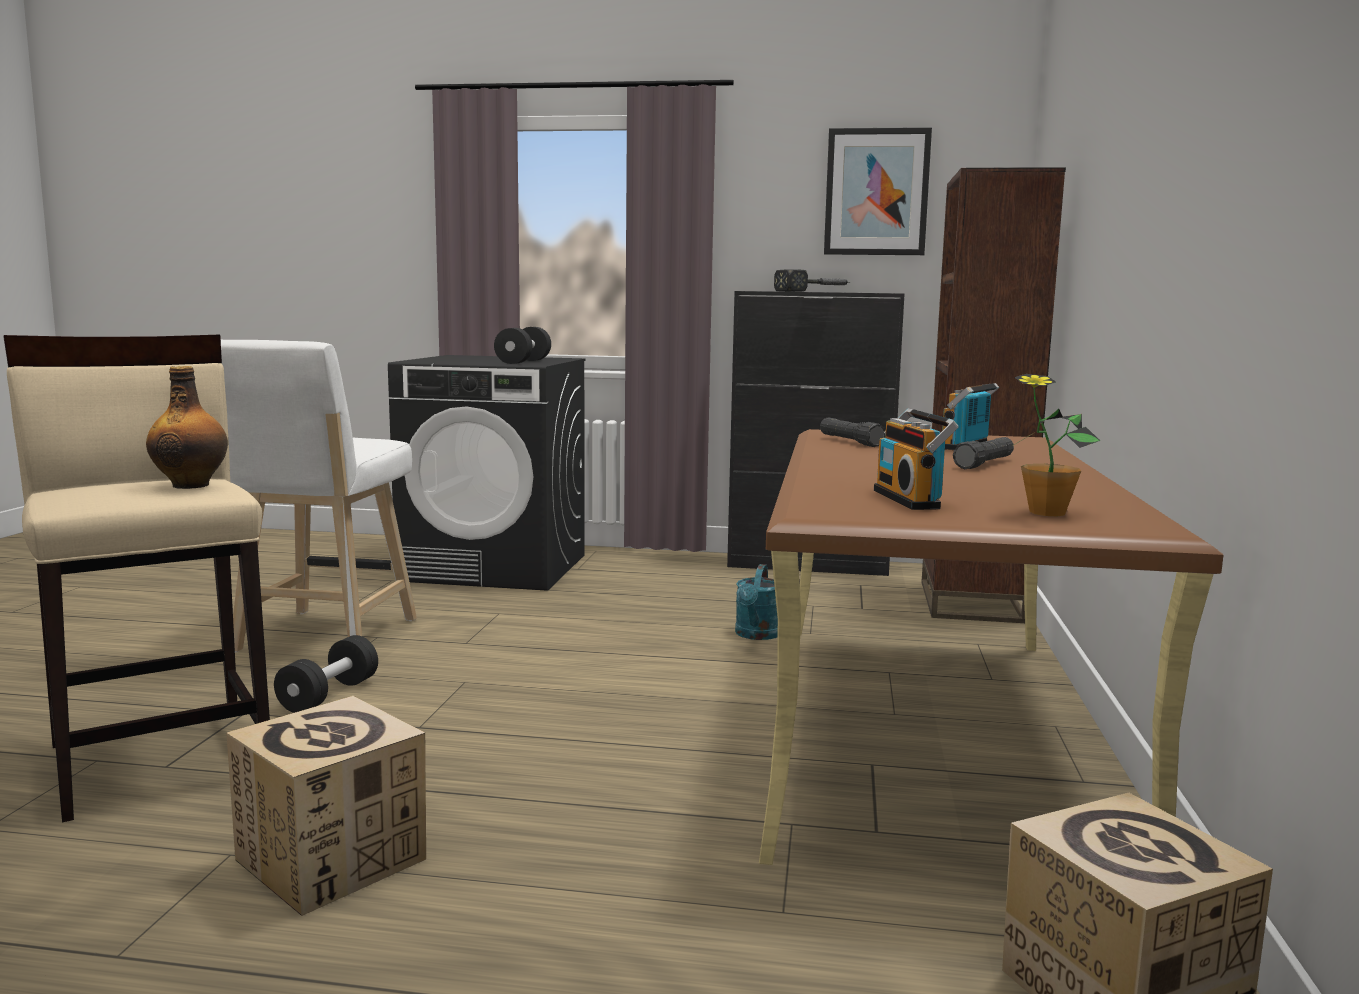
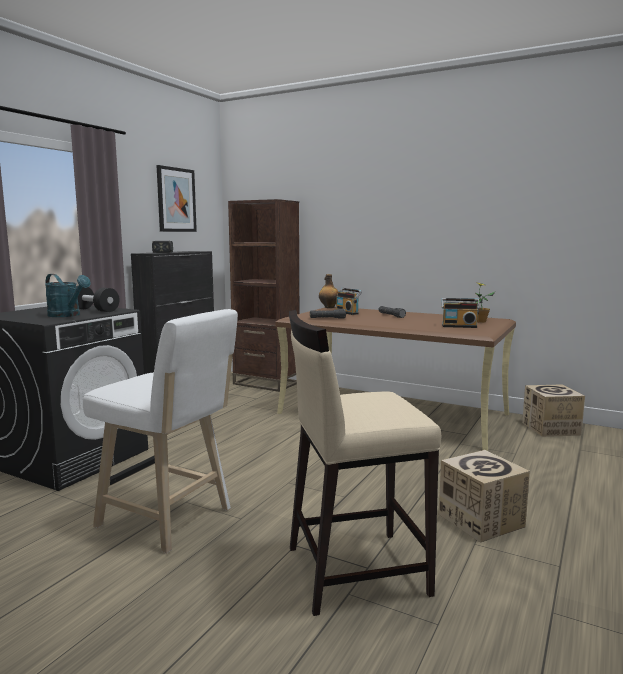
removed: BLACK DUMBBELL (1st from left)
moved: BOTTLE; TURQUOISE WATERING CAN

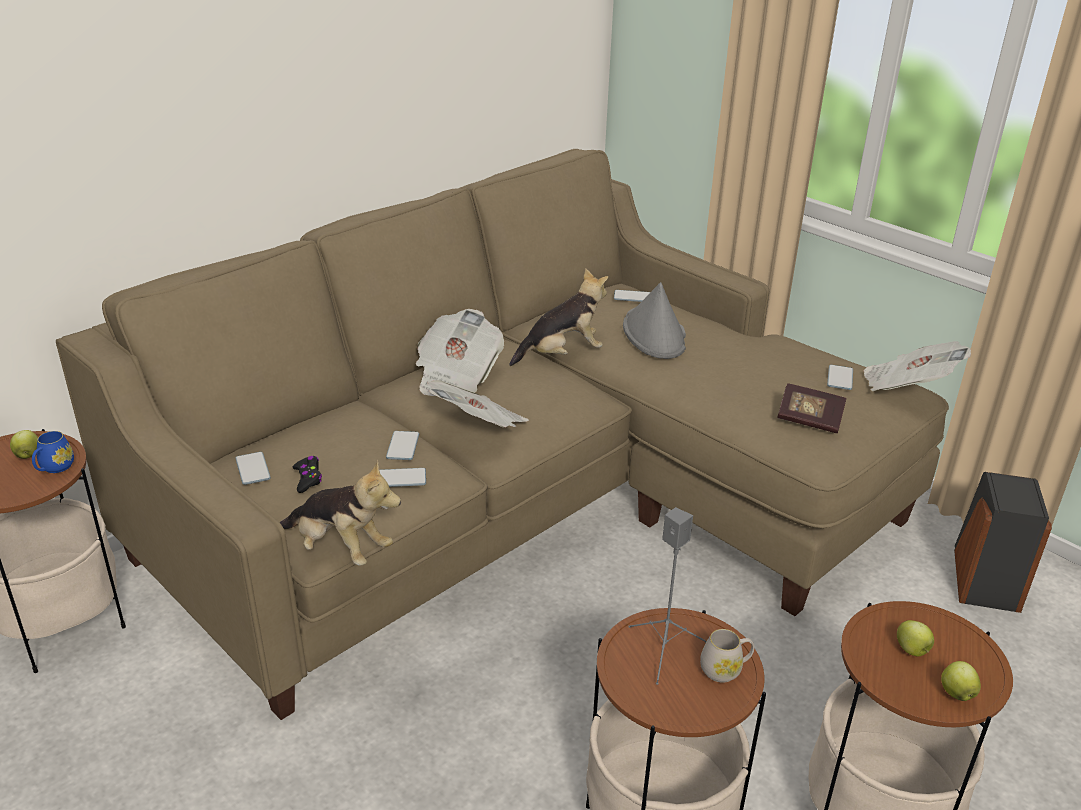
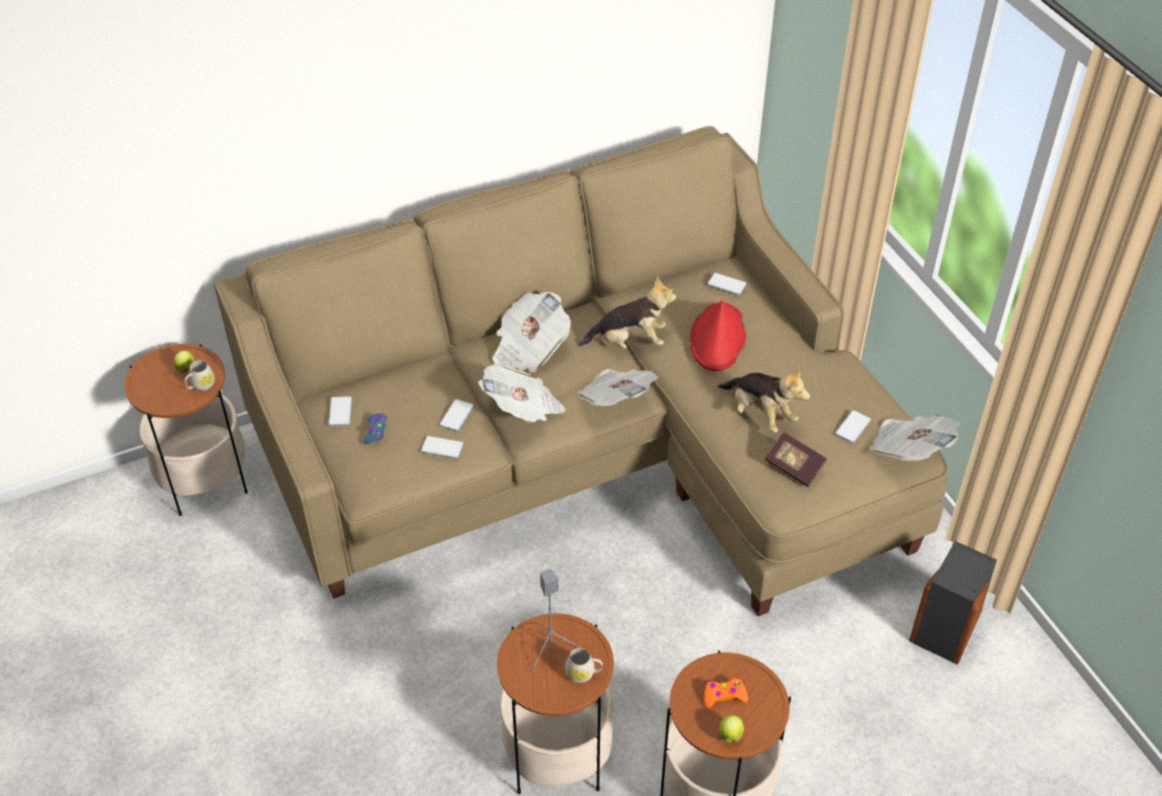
added: NEWSPAPER (3rd from left)
moved: PLUSH TOY (1st from left in the first image) to PLUSH TOY (2nd from left)
replaced: APPLE (2nd from left) to ORANGE GAME CONTROLLER
recoloured: GREY HAT to RED HAT; BLUE MUG to WHITE MUG (1st from left); BLACK GAME CONTROLLER to BLUE GAME CONTROLLER

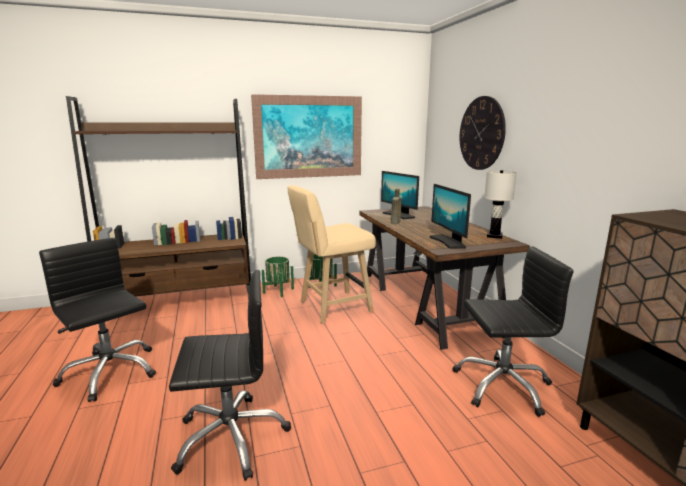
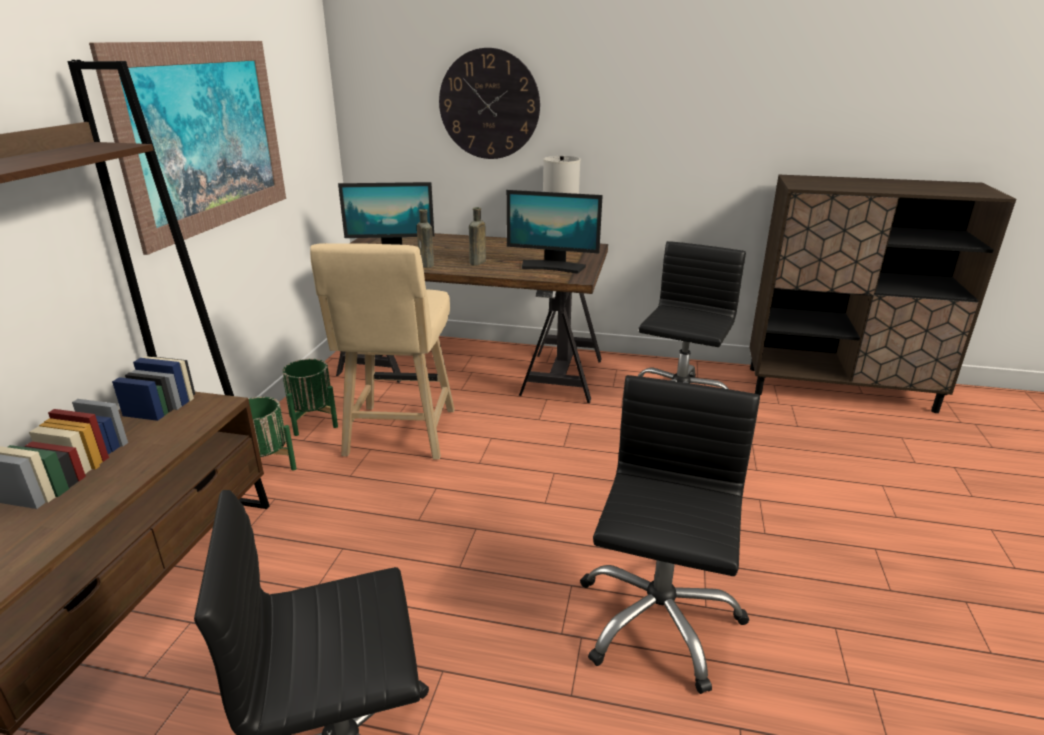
added: BROWN BOTTLE (2nd from left)

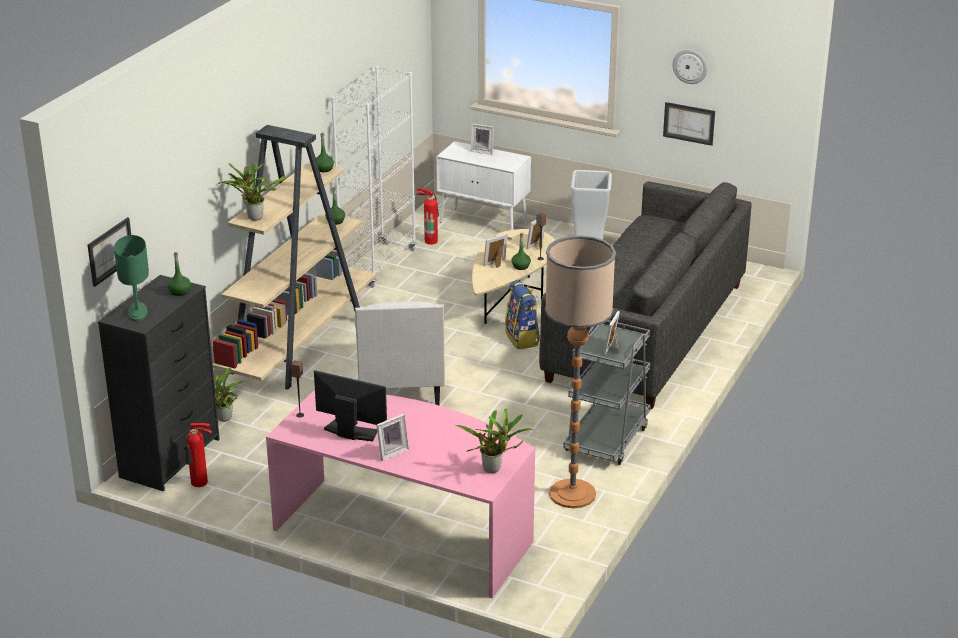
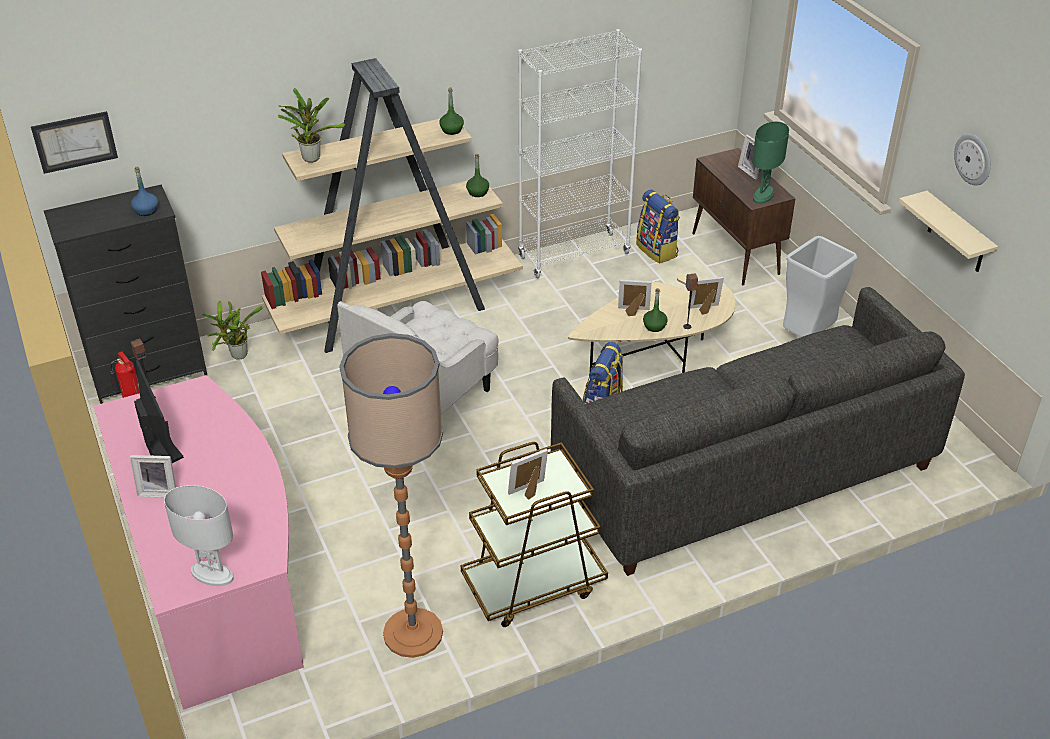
moved: GREEN TABLE LAMP
replaced: PICTURE (2nd from left) to BEIGE SHELF; FIRE EXTINGUISHER (2nd from left) to BACKPACK (2nd from left); POTTED PLANT (3rd from left) to WHITE TABLE LAMP
recoloured: WHITE CABINET to BROWN CABINET; GREEN BOTTLE (1st from left) to BLUE BOTTLE; GREY CART to BROWN CART

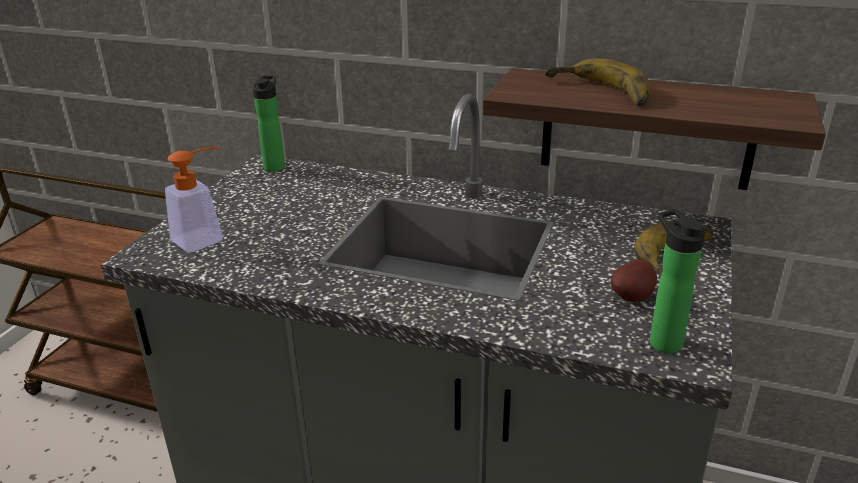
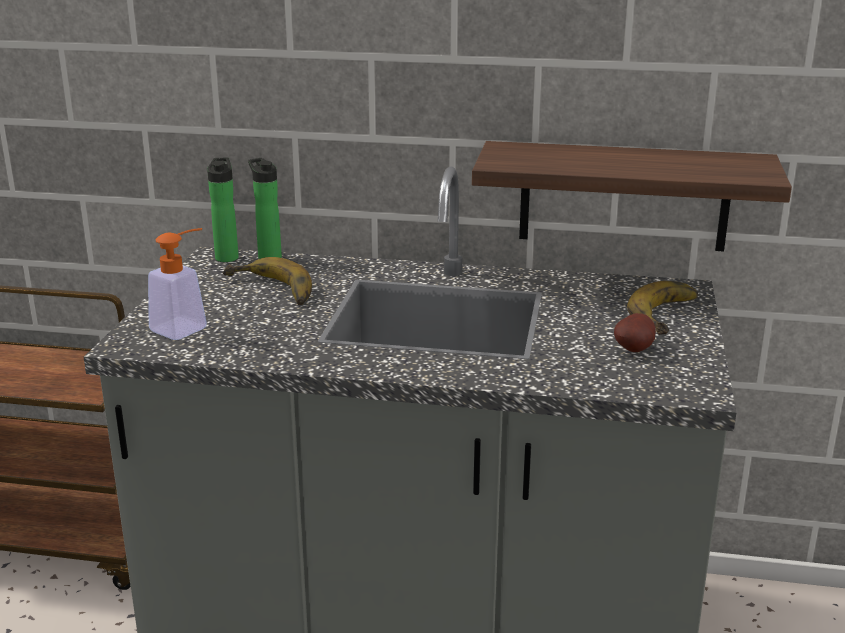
moved: BANANA (1st from left); BOTTLE (2nd from left)

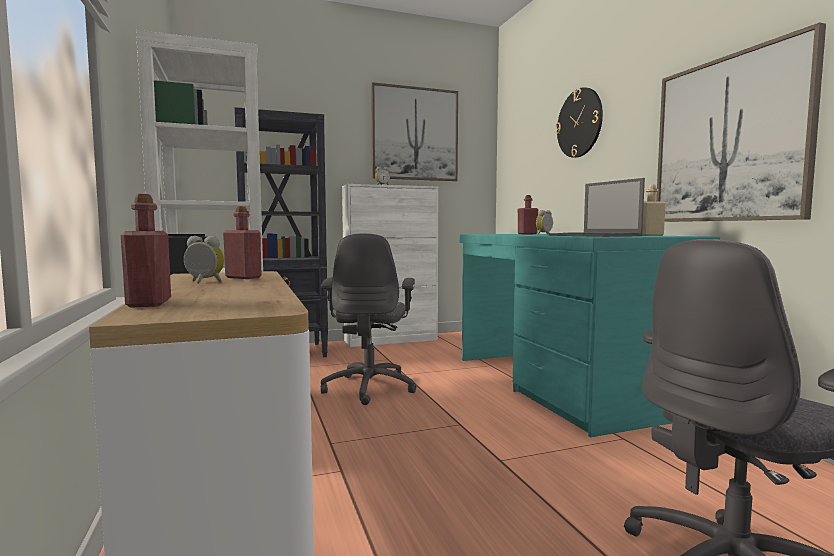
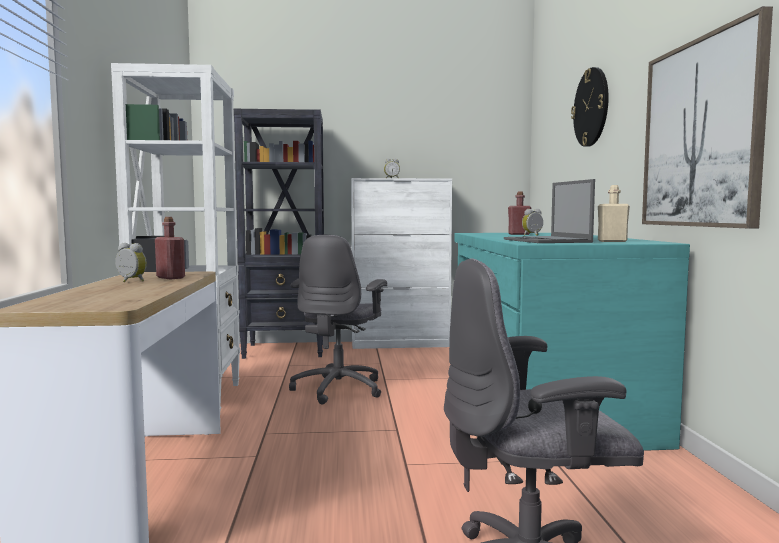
removed: PICTURE (1st from left); RED BOTTLE (1st from left)

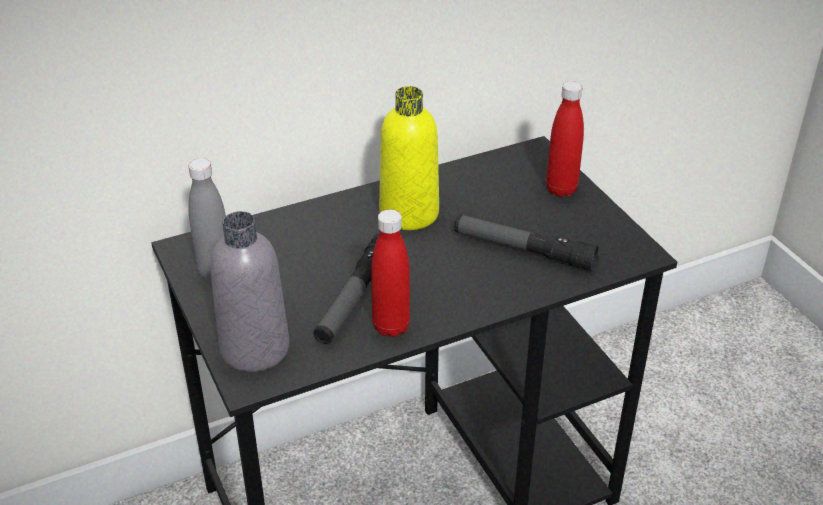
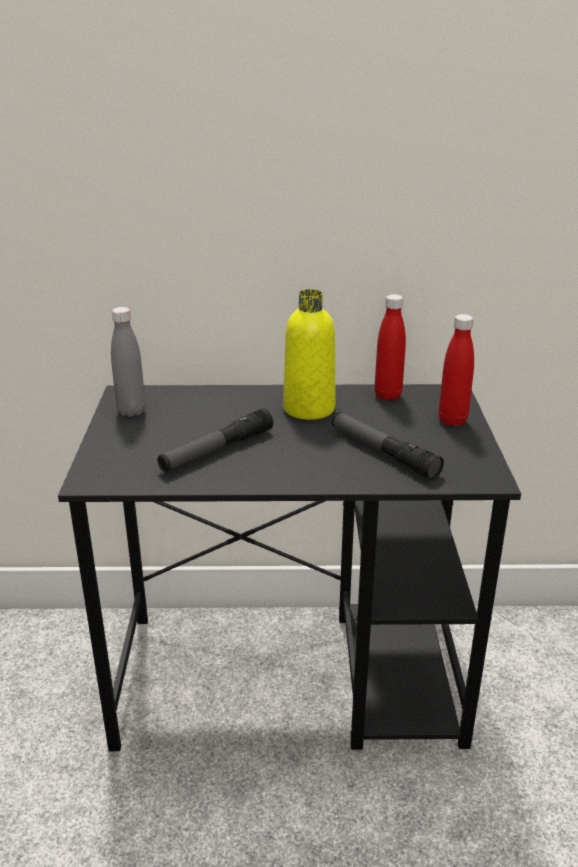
removed: GREY BOTTLE (2nd from left)
moved: RED BOTTLE (1st from left)

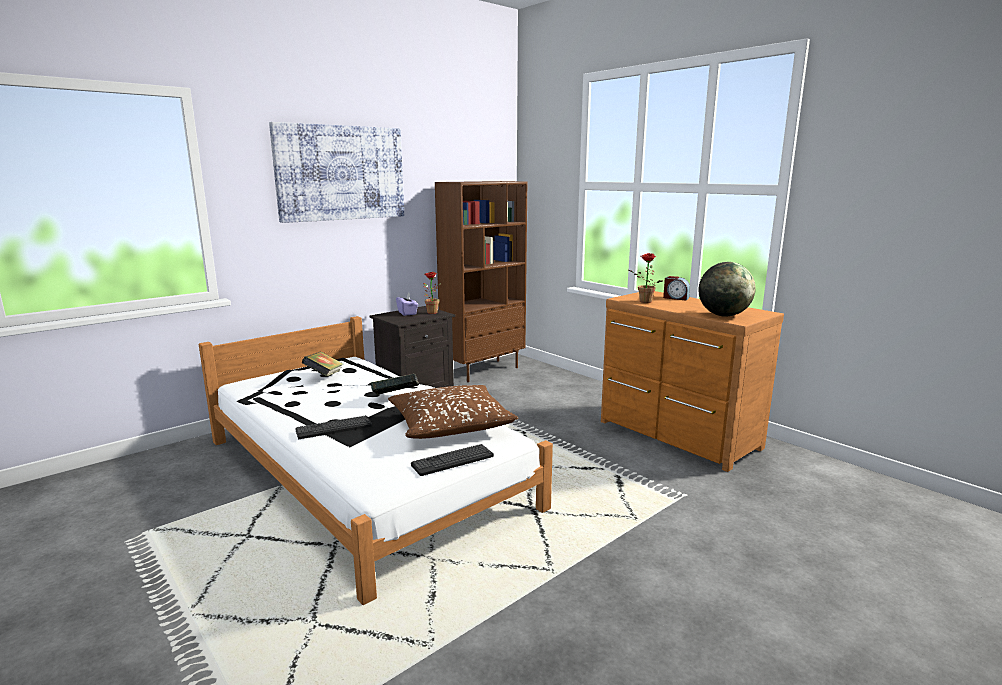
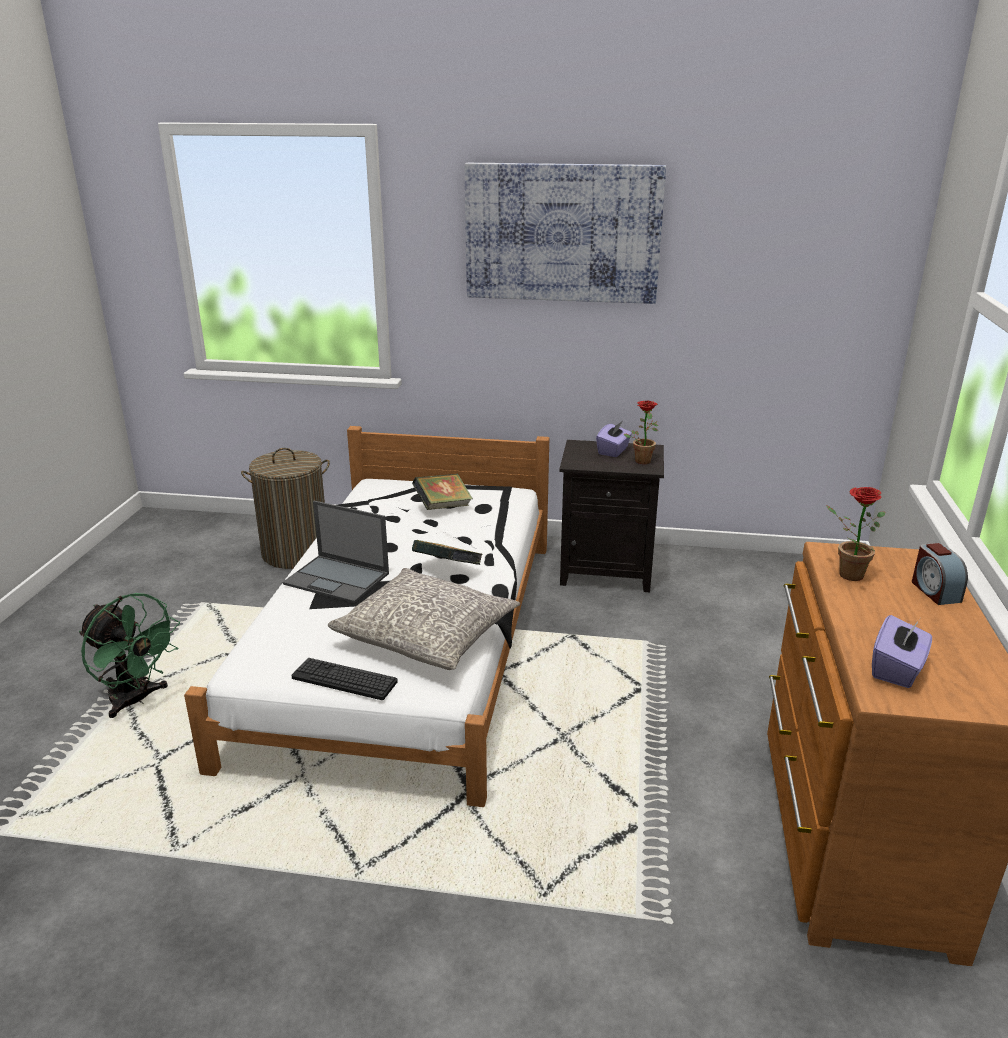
removed: BROWN BOOKCASE
added: LAUNDRY BASKET; GREEN FAN
replaced: GLOBE to PURPLE TISSUE BOX (2nd from left); KEYBOARD (1st from left) to LAPTOP
recoloured: BROWN PILLOW to GREY PILLOW

